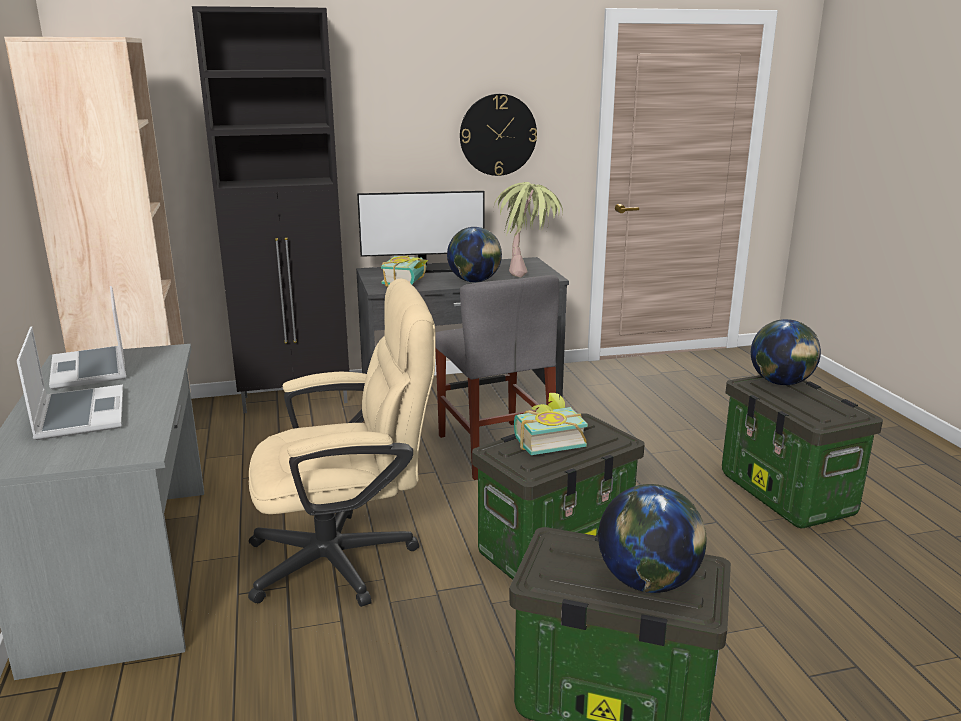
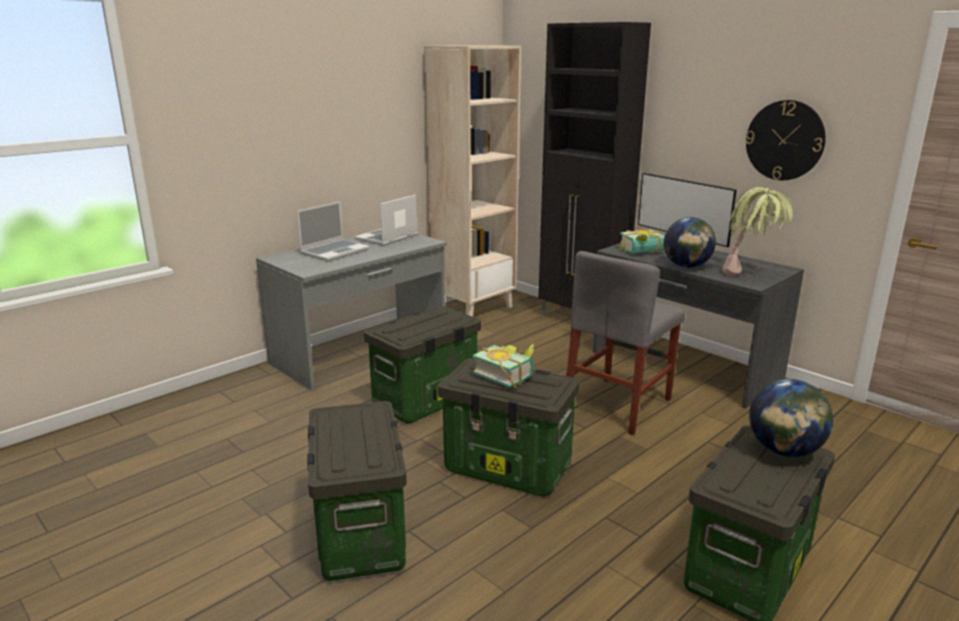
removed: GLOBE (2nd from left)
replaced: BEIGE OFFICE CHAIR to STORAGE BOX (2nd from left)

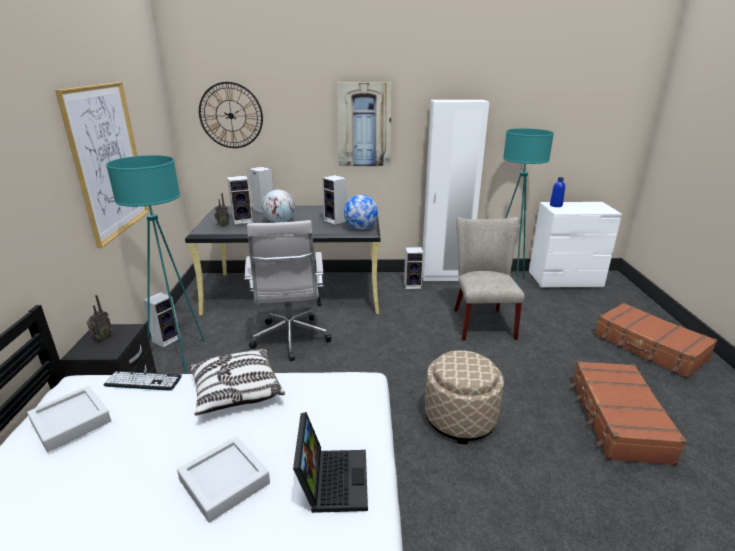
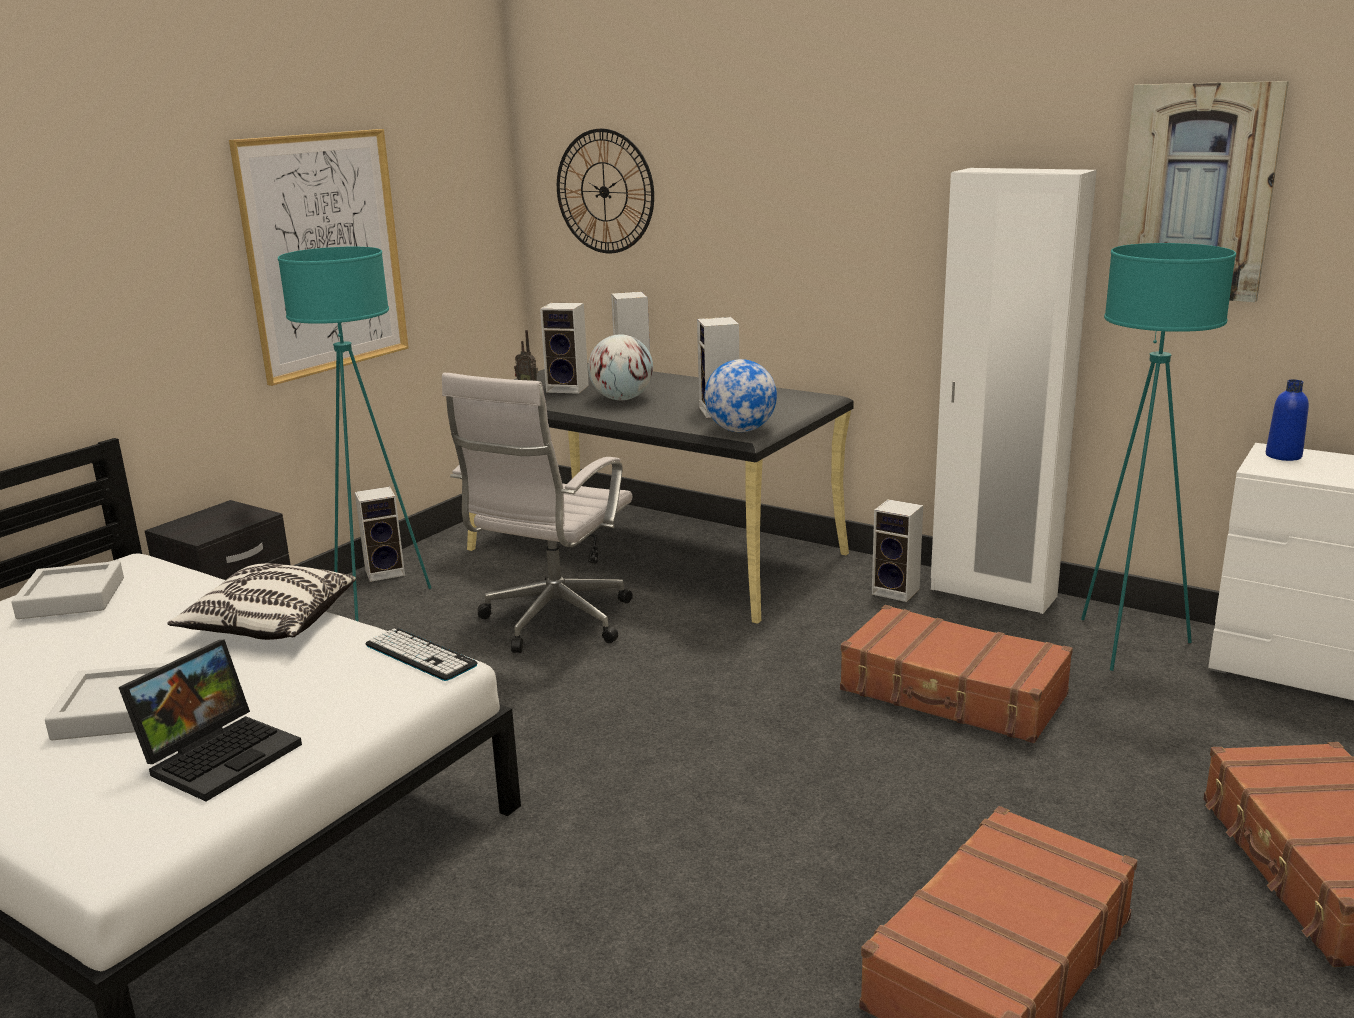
removed: RADIO (1st from left); BEIGE OTTOMAN
moved: PICTURE (2nd from left); KEYBOARD
replaced: BEIGE CHAIR to BROWN SUITCASE (1st from left)

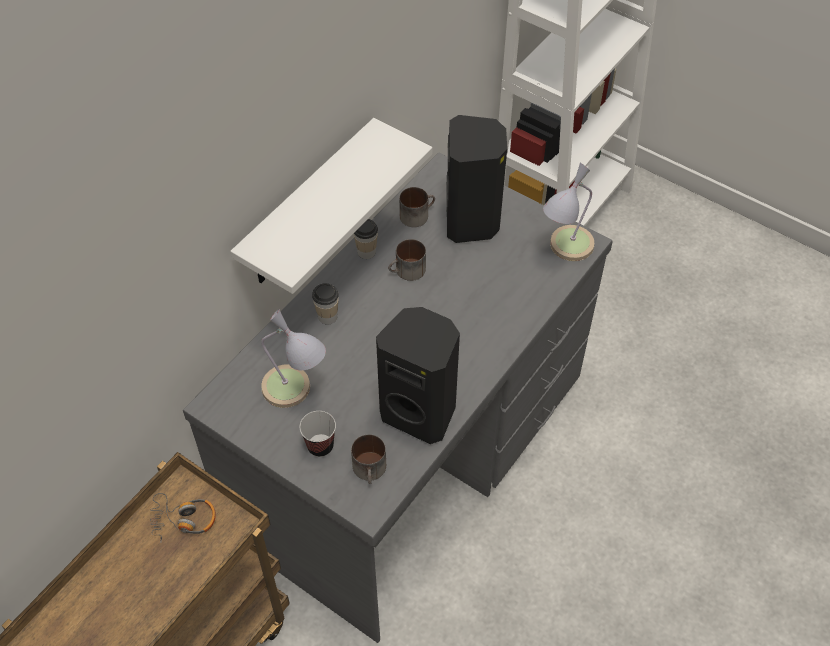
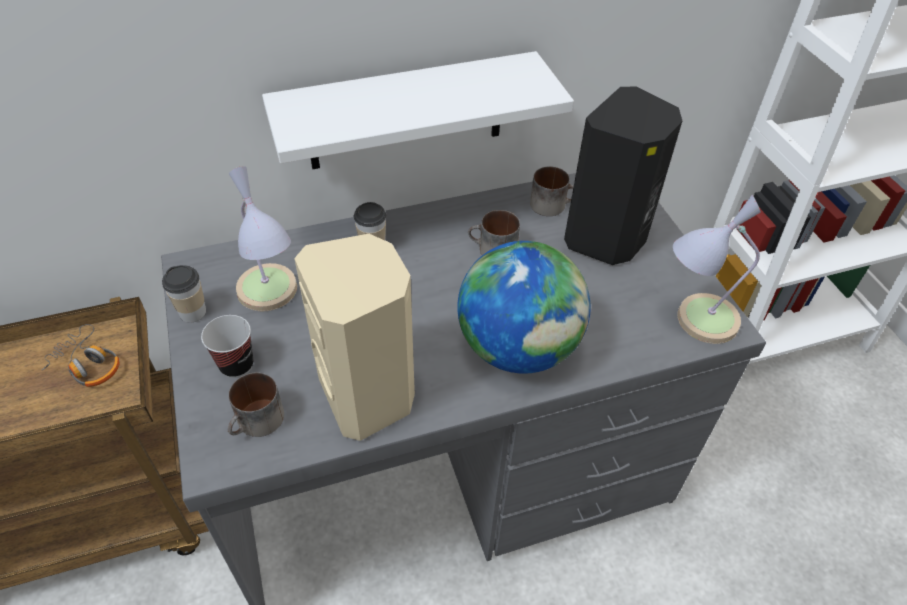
added: GLOBE
moved: CUP (3rd from left in the first image) to CUP (1st from left)
recoloured: BLACK SPEAKER (1st from left) to BEIGE SPEAKER

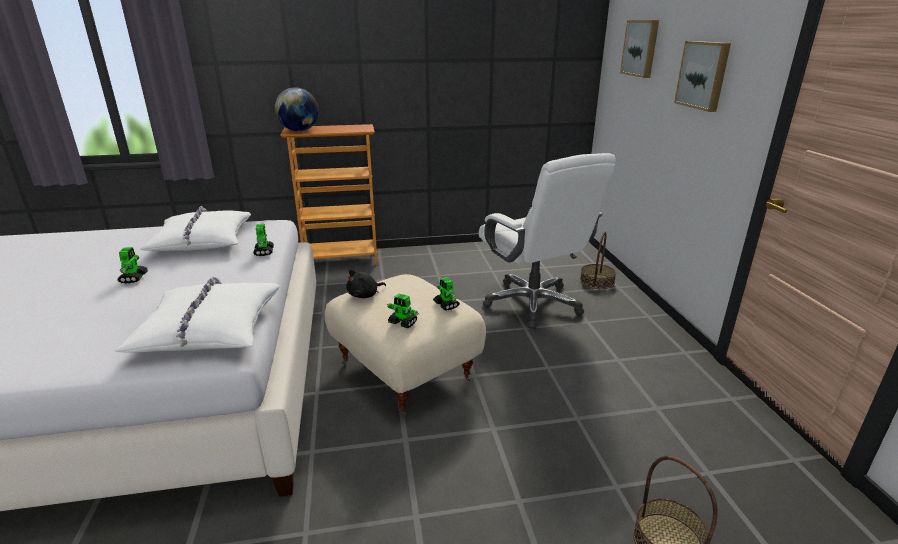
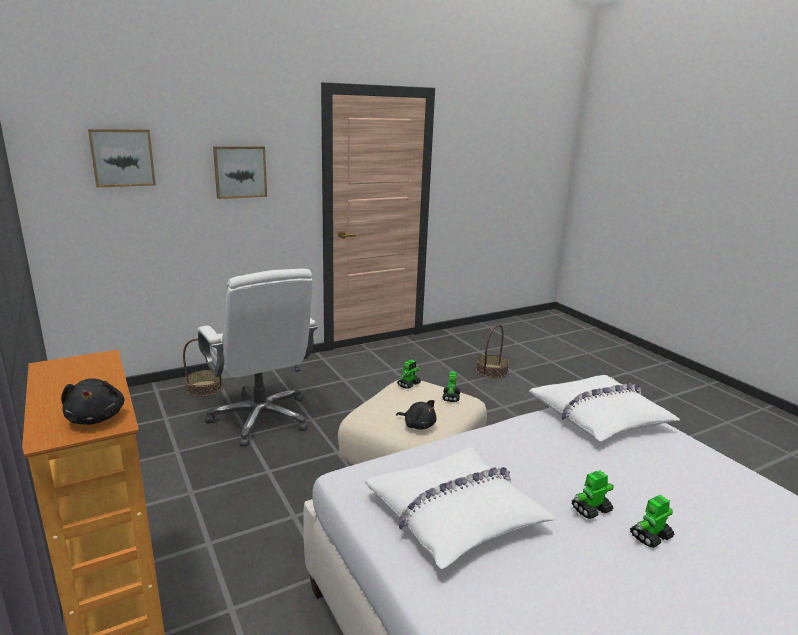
moved: TOY ROBOT (2nd from left in the first image) to TOY ROBOT (4th from left)
replaced: GLOBE to BLACK PLUSH TOY (1st from left)
turned: WHITE OFFICE CHAIR 105 degrees clockwise

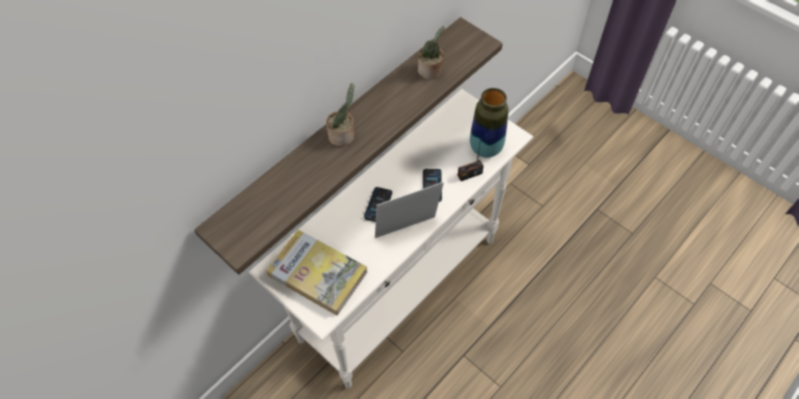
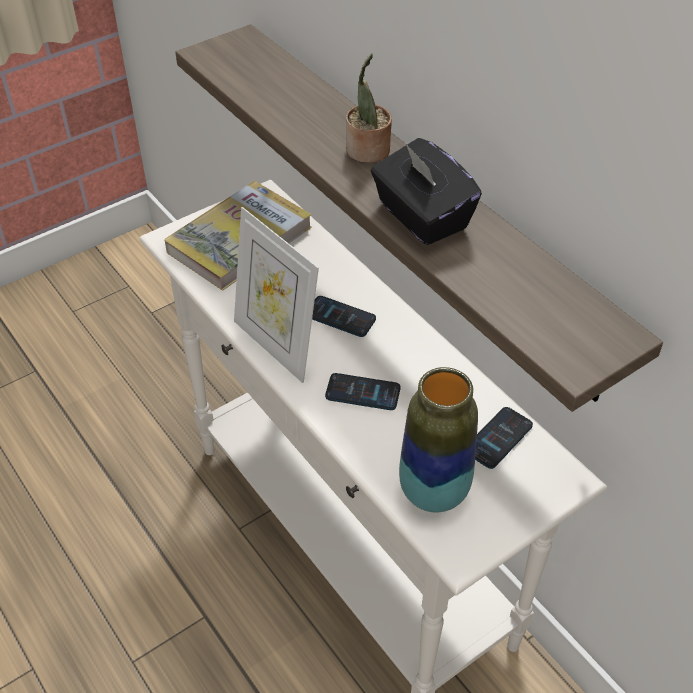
removed: POTTED PLANT (2nd from left); RADIO
added: BLACK TISSUE BOX; PHONE (3rd from left)
turned: PICTURE FRAME 150 degrees clockwise

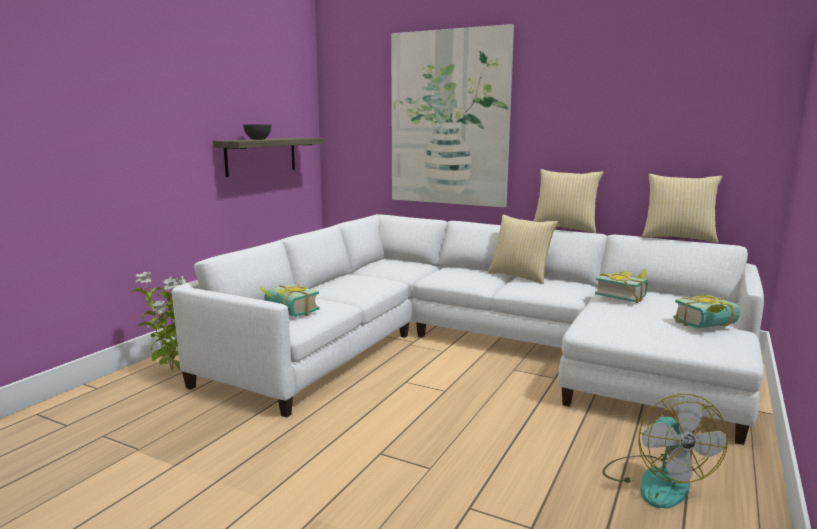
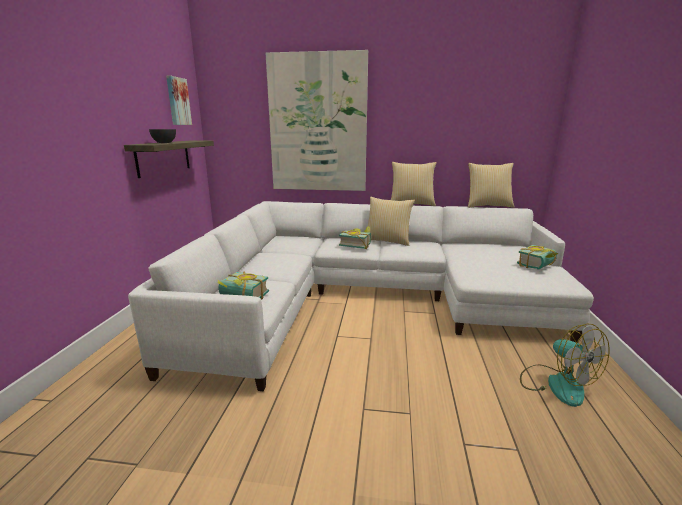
removed: POTTED PLANT
added: PICTURE (1st from left)
moved: BOOK (2nd from left)

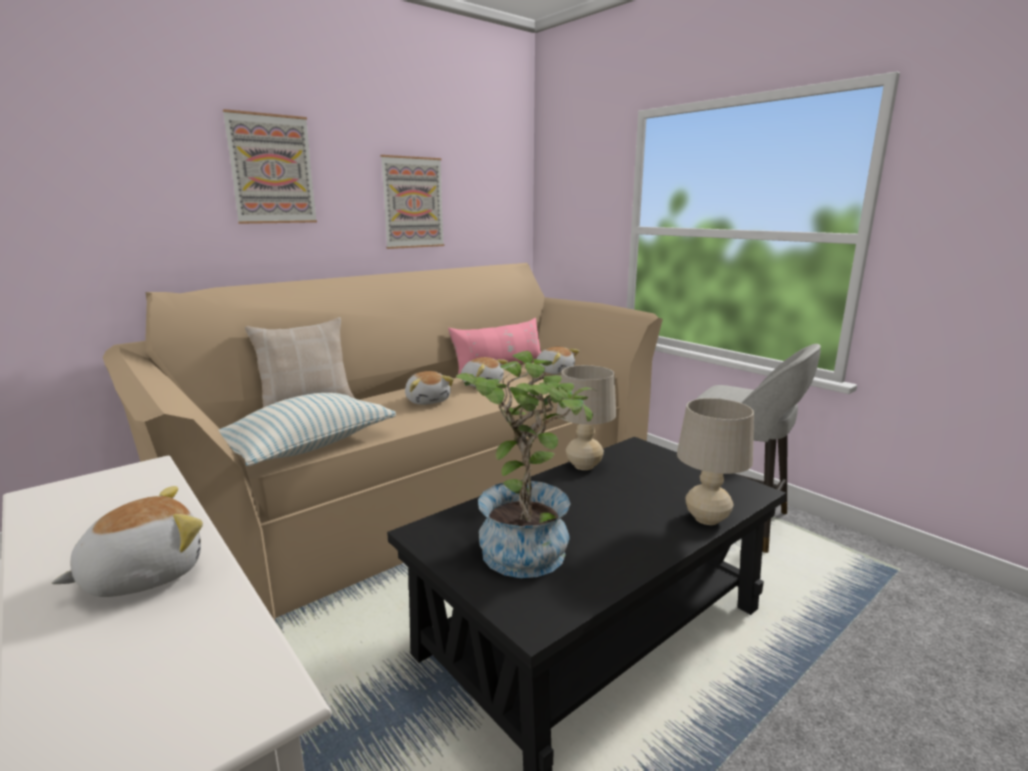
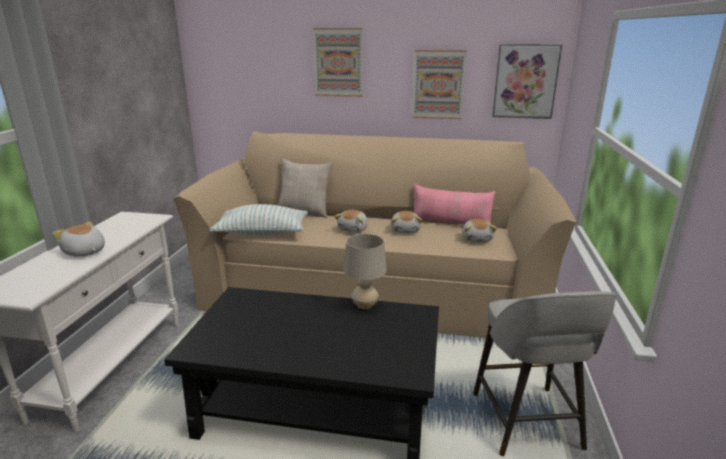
removed: POTTED PLANT; BEIGE TABLE LAMP (2nd from left)
added: PICTURE (3rd from left)
turned: PLUSH TOY (1st from left) 150 degrees counterclockwise

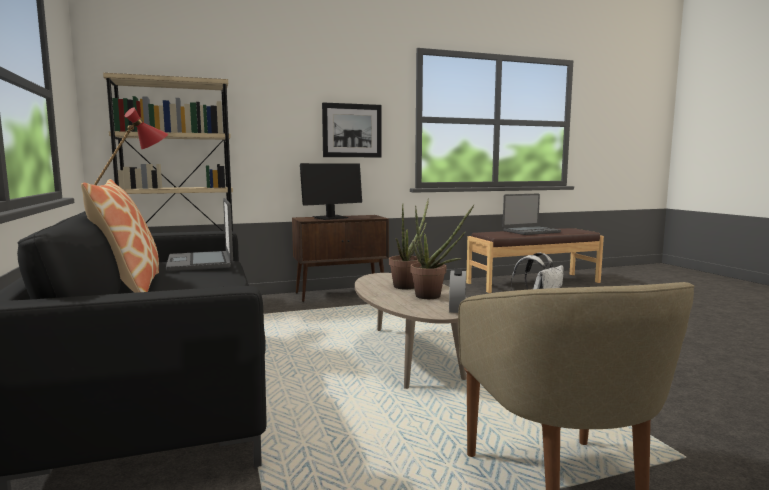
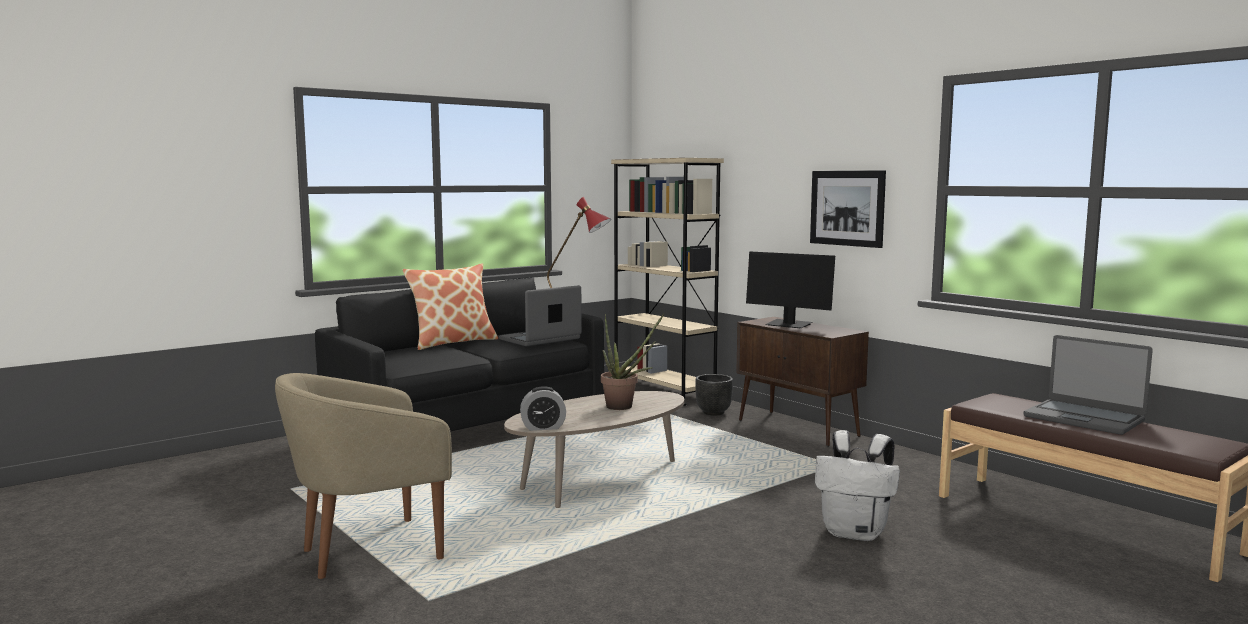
removed: POTTED PLANT (2nd from left)
added: BLACK PLANTER

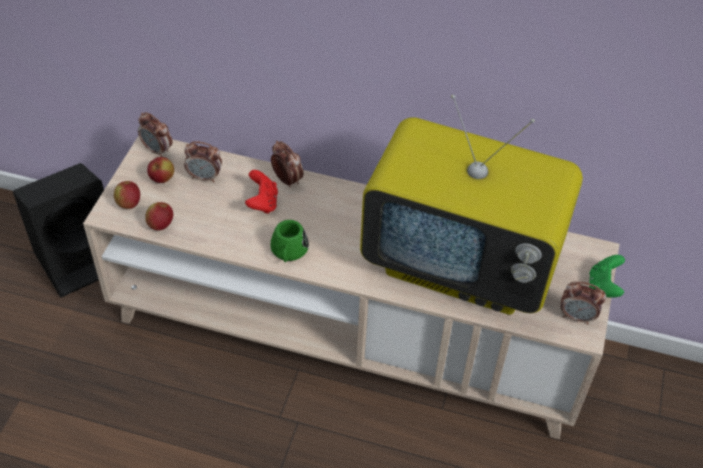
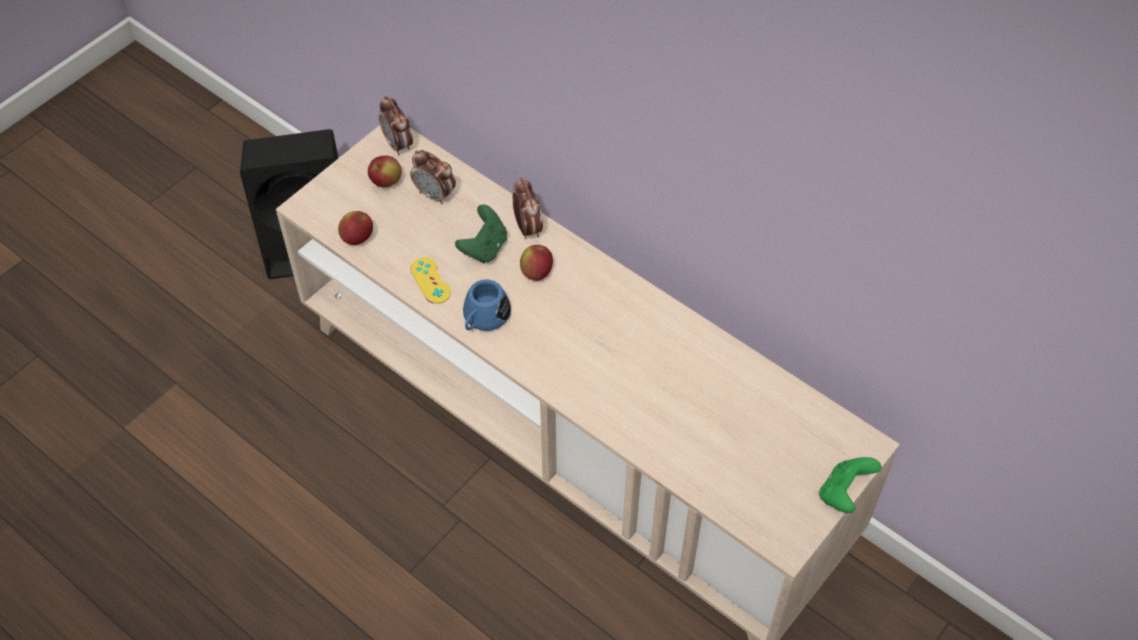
removed: TELEVISION; ALARM CLOCK (4th from left)
added: YELLOW GAME CONTROLLER
moved: APPLE (1st from left in the first image) to APPLE (3rd from left)
recoloured: RED GAME CONTROLLER to GREEN GAME CONTROLLER (1st from left); GREEN MUG to BLUE MUG

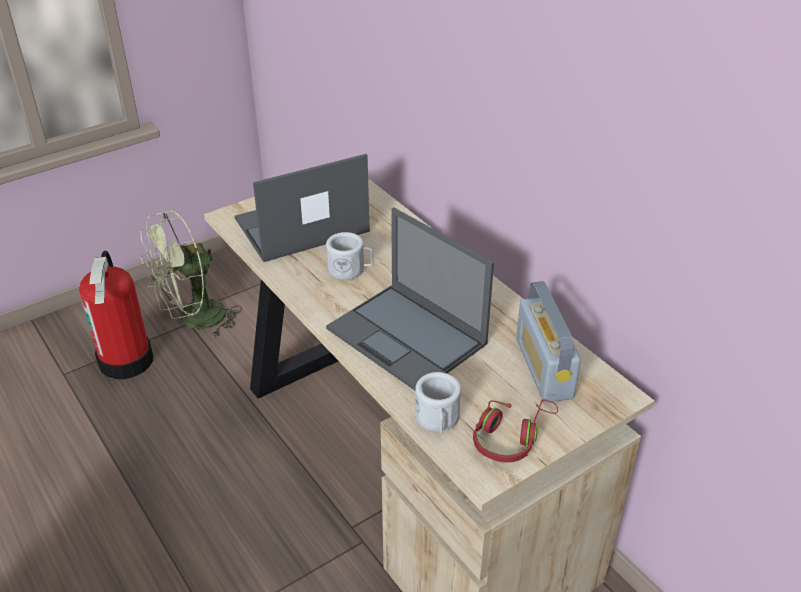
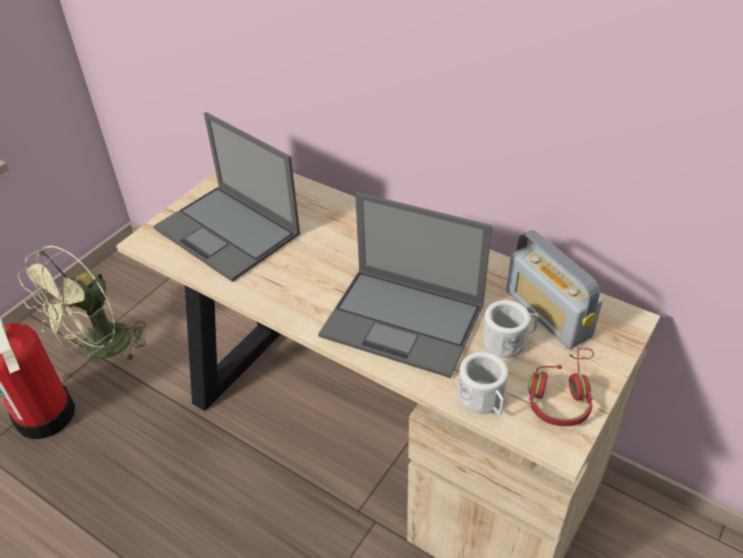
moved: WHITE MUG (1st from left in the first image) to WHITE MUG (2nd from left)
turned: LAPTOP (1st from left) 90 degrees counterclockwise

